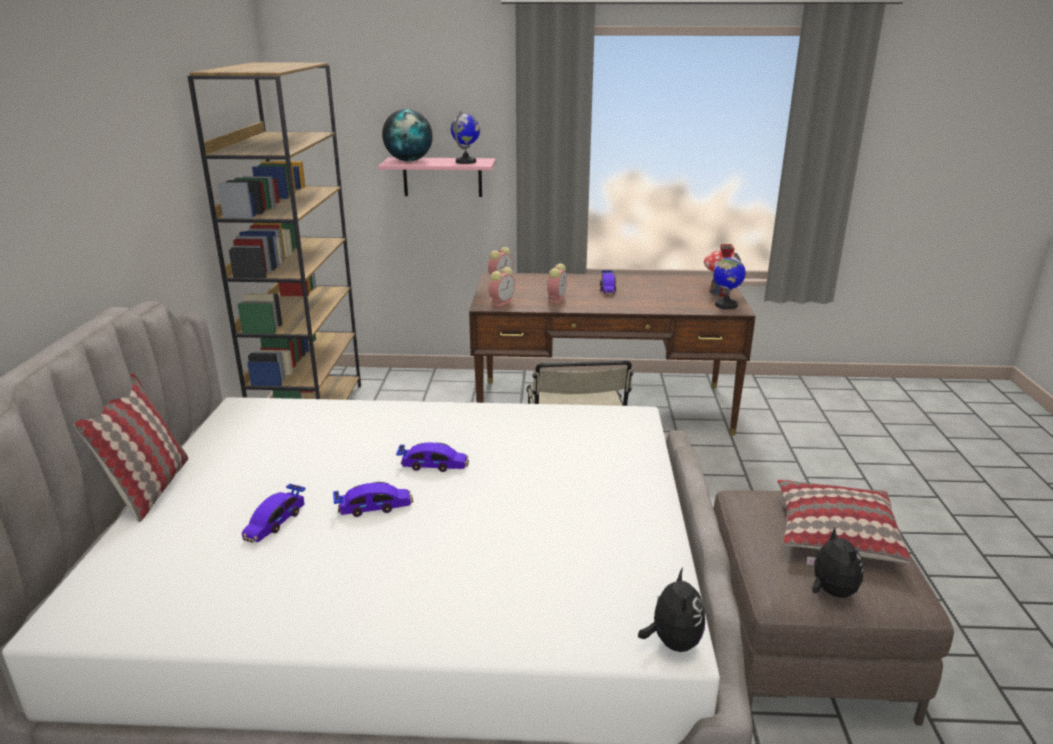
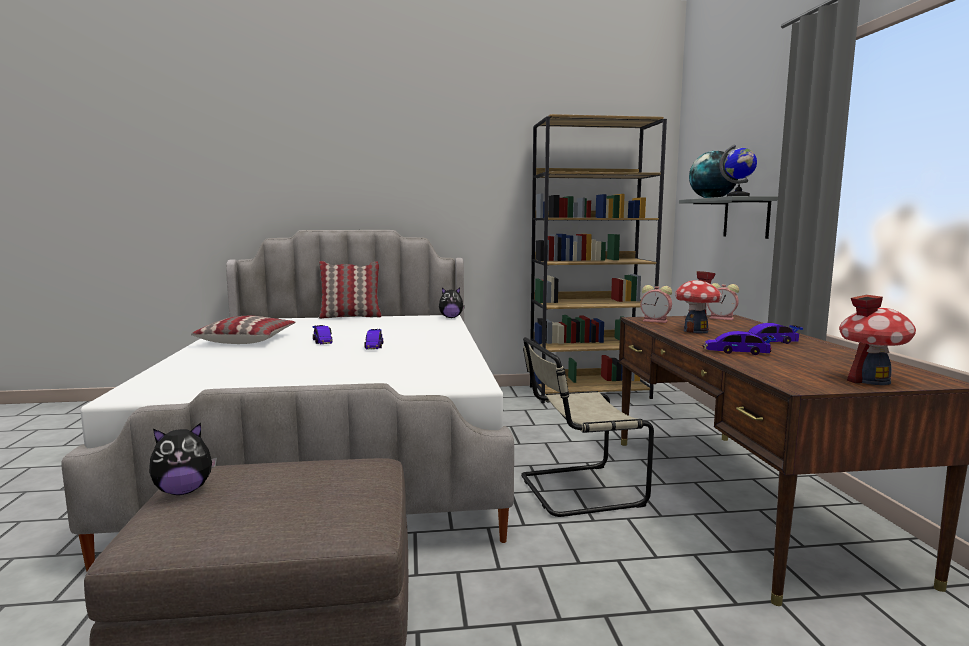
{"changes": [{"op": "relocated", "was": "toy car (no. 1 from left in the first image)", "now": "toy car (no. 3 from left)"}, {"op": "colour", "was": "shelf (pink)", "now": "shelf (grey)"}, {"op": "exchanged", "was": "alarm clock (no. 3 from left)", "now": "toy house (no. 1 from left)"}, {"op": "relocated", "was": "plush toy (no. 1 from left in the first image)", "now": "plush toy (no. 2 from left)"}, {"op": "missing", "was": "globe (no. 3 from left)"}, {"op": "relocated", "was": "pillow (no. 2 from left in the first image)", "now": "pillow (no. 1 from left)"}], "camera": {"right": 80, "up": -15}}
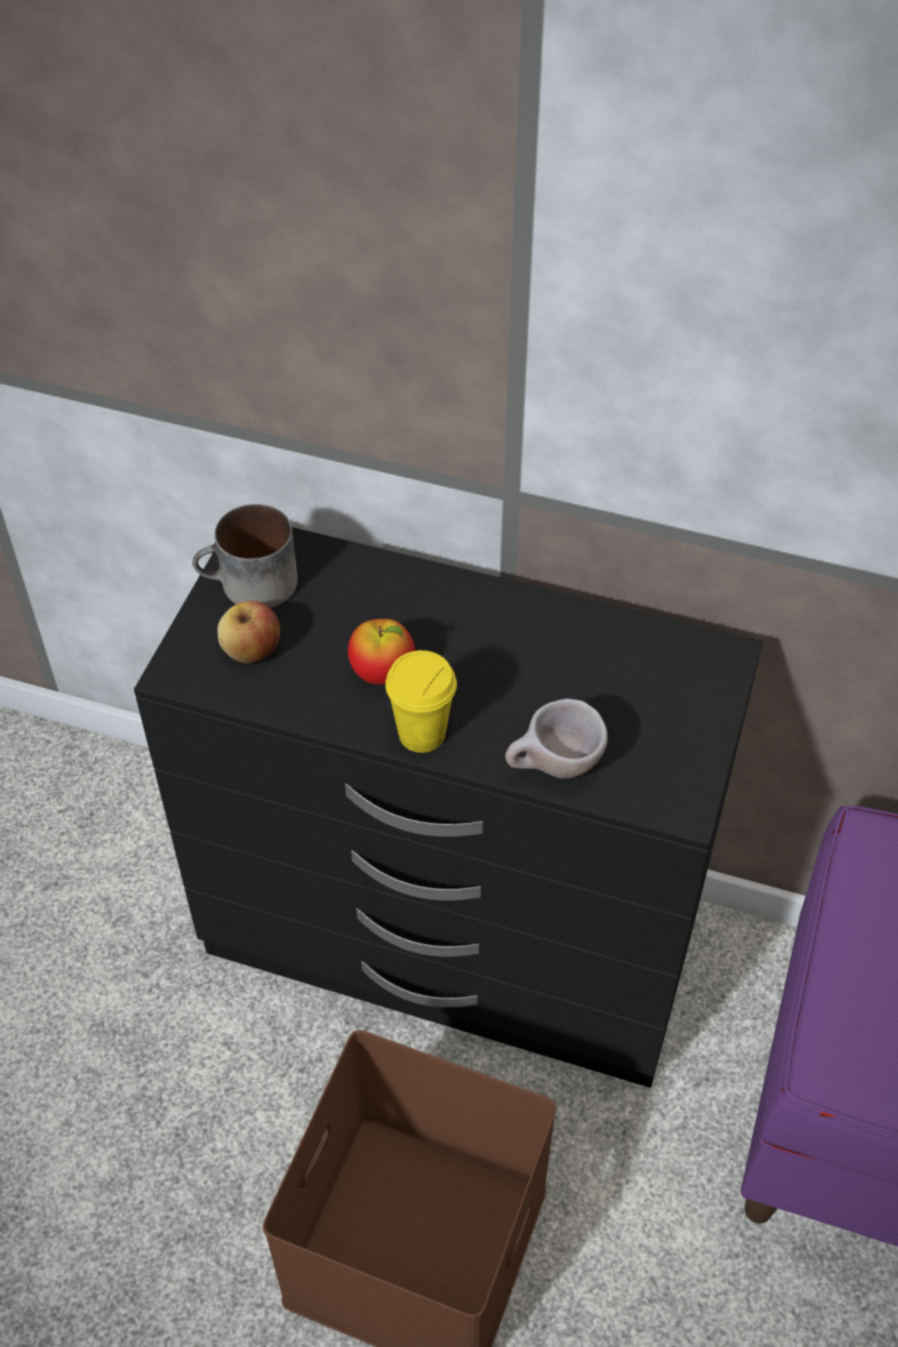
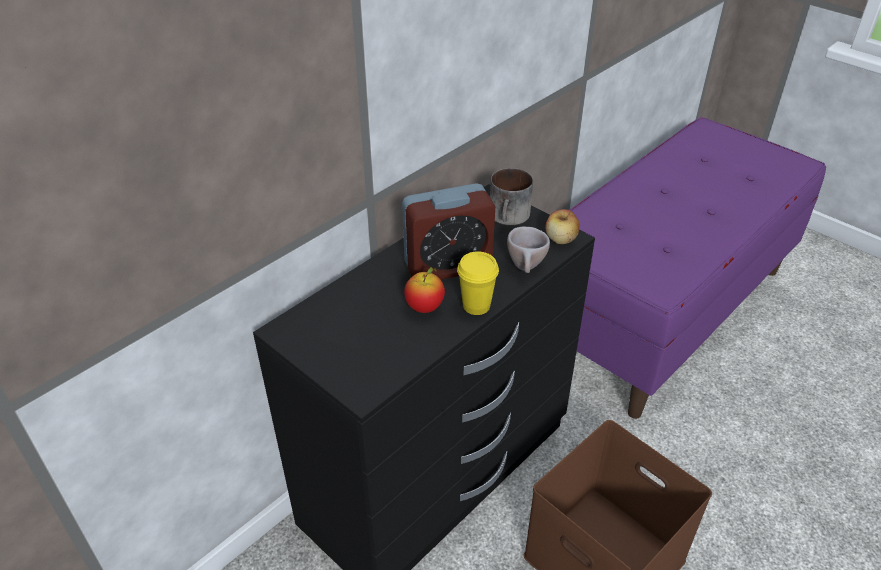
{"changes": [{"op": "relocated", "was": "mug"}, {"op": "relocated", "was": "apple (no. 1 from left in the first image)", "now": "apple (no. 2 from left)"}, {"op": "appeared", "now": "alarm clock"}], "camera": {"right": -65, "up": -10}}
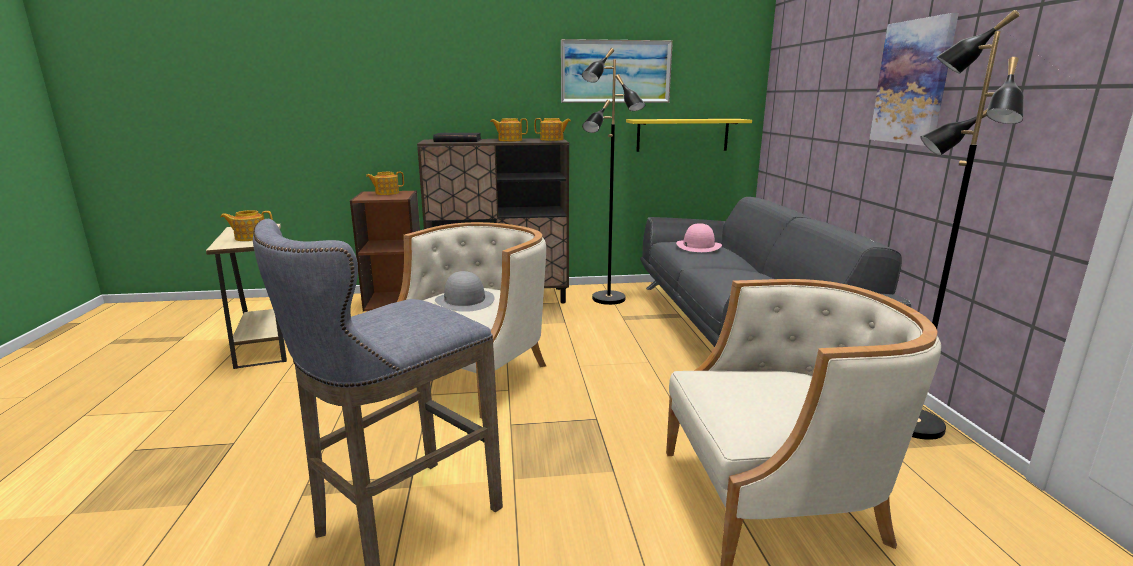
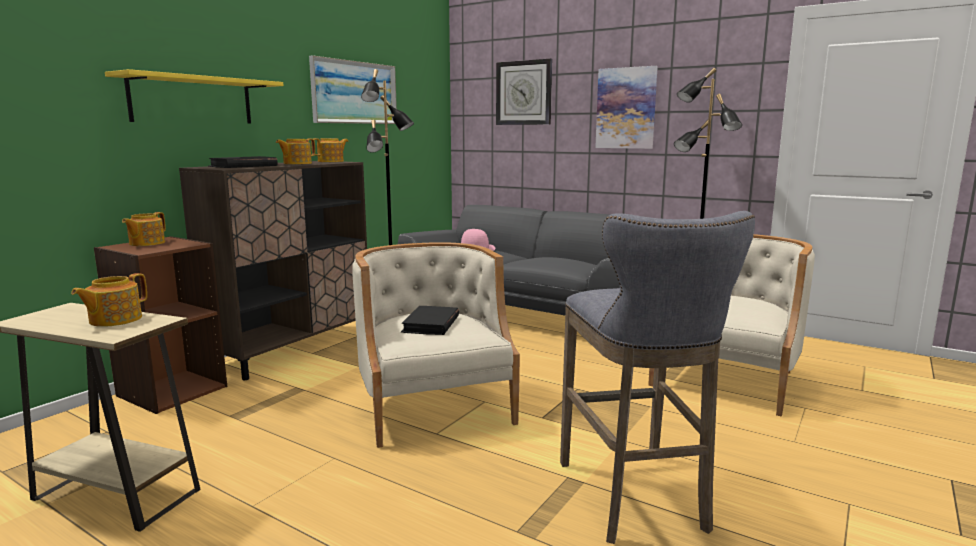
{"changes": [{"op": "exchanged", "was": "hat (grey)", "now": "book (black) (no. 2 from left)"}, {"op": "relocated", "was": "shelf (yellow)"}, {"op": "appeared", "now": "wall clock"}], "camera": {"right": -50, "up": -5}}
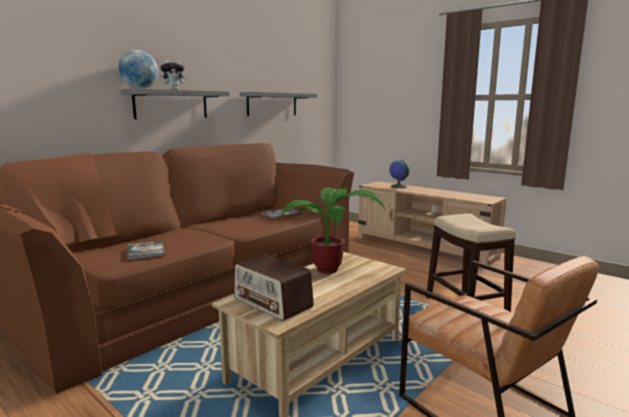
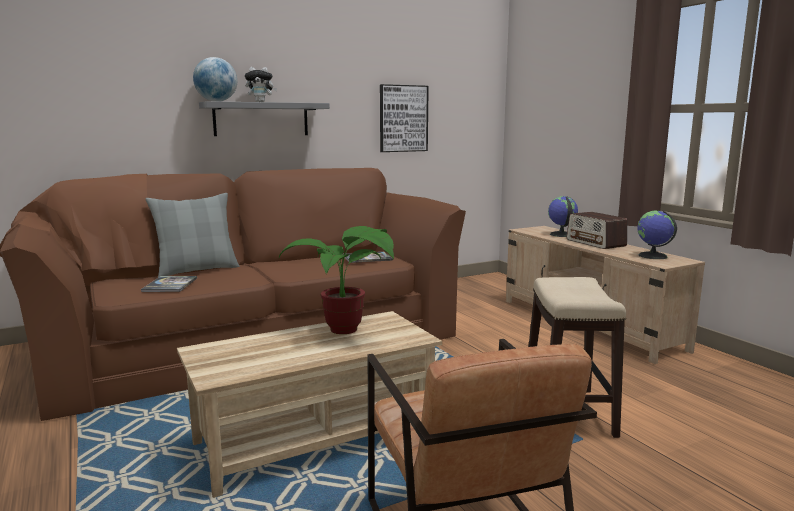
{"changes": [{"op": "relocated", "was": "radio"}, {"op": "exchanged", "was": "shelf (grey) (no. 2 from left)", "now": "picture"}, {"op": "appeared", "now": "pillow (grey)"}, {"op": "appeared", "now": "globe (no. 3 from left)"}], "camera": {"right": 20, "up": 0}}
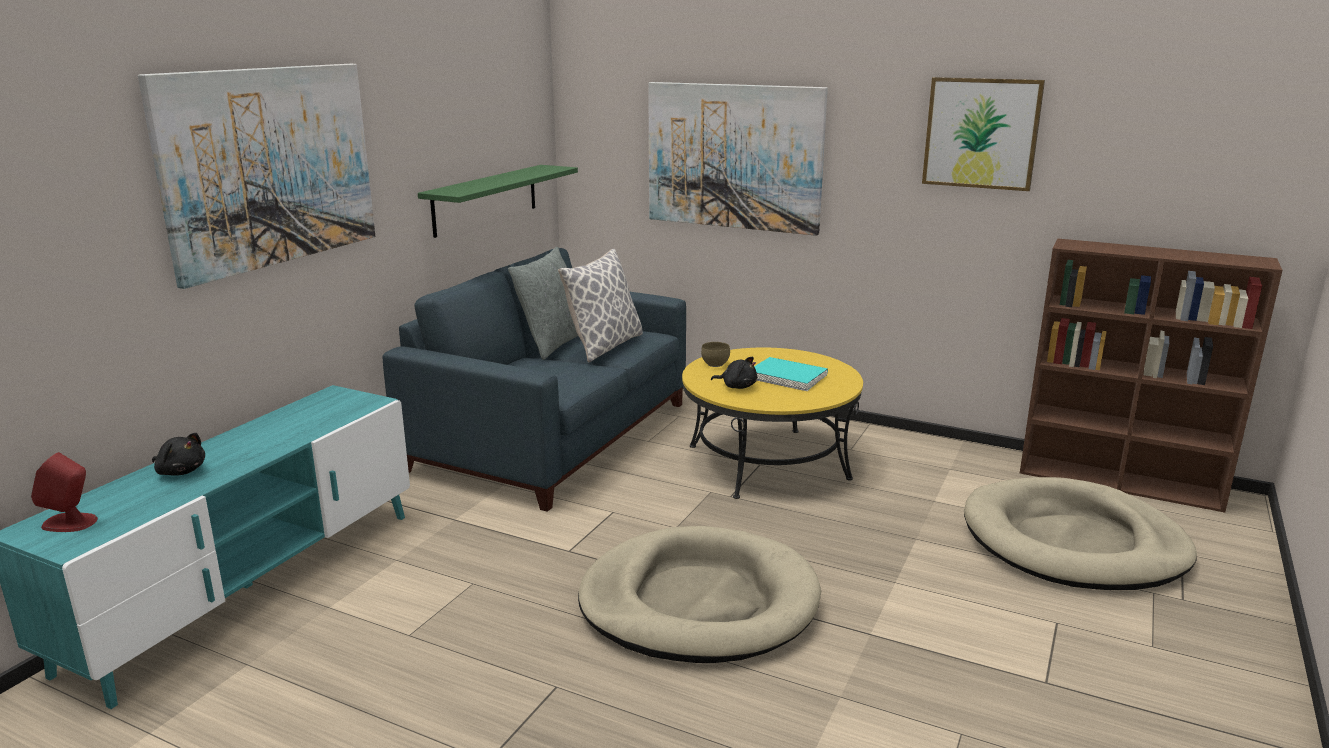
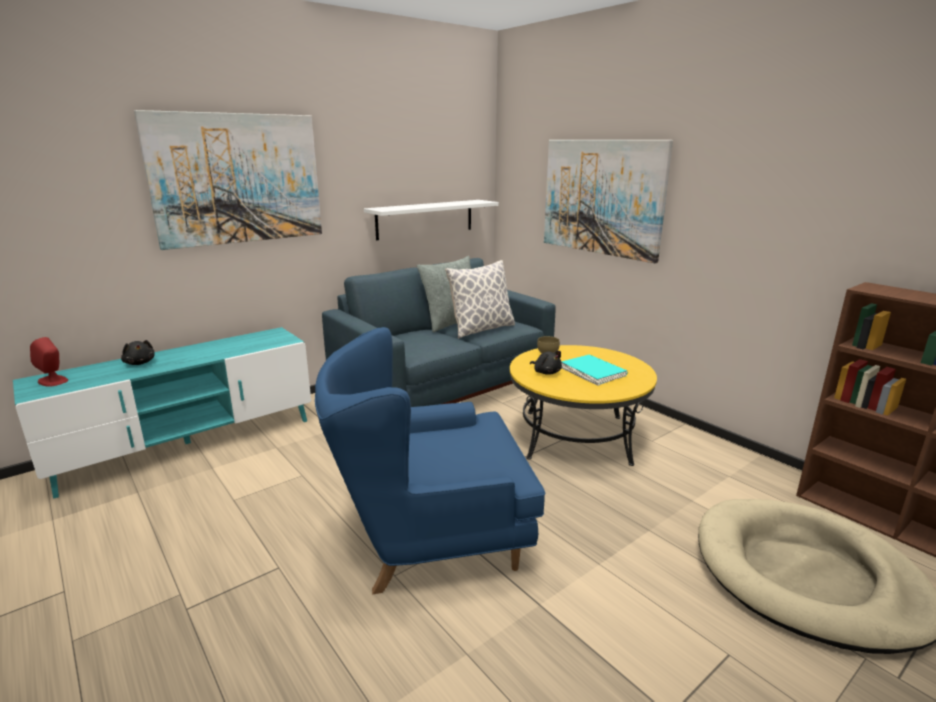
{"changes": [{"op": "colour", "was": "shelf (green)", "now": "shelf (white)"}, {"op": "exchanged", "was": "dog bed (beige) (no. 1 from left)", "now": "armchair (blue)"}, {"op": "missing", "was": "picture (no. 3 from left)"}], "camera": {"right": 25, "up": 0}}
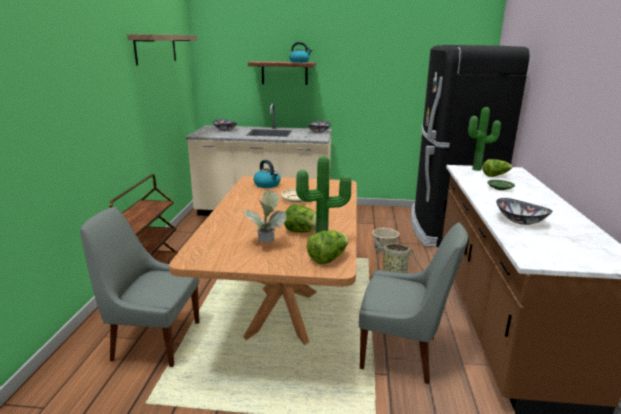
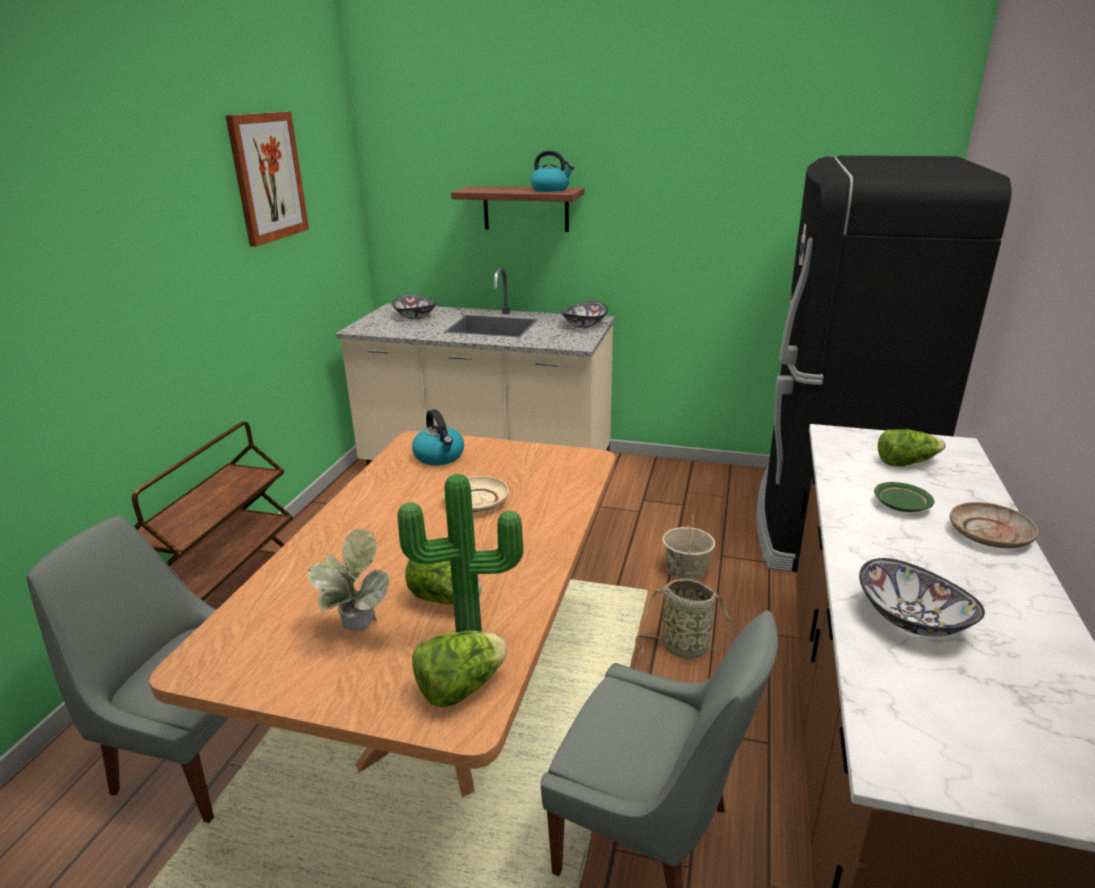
{"changes": [{"op": "exchanged", "was": "shelf (no. 1 from left)", "now": "picture"}, {"op": "missing", "was": "potted plant (no. 3 from left)"}, {"op": "appeared", "now": "plate (beige) (no. 2 from left)"}], "camera": {"right": 10, "up": 5}}
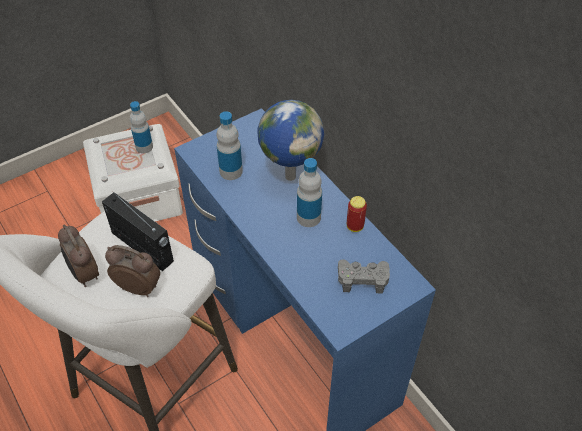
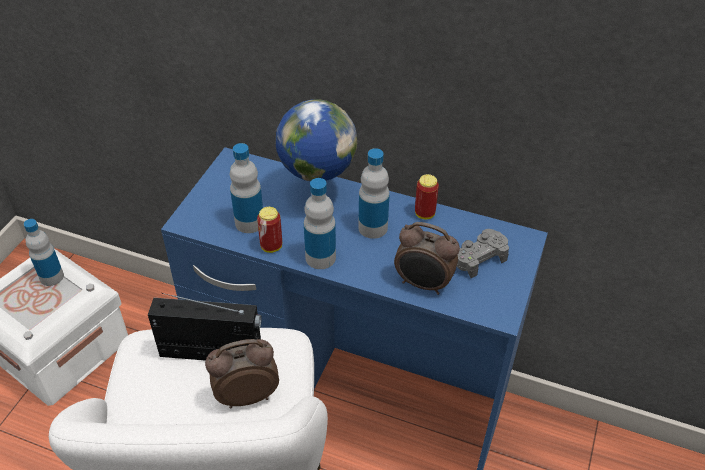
{"changes": [{"op": "relocated", "was": "alarm clock (no. 1 from left in the first image)", "now": "alarm clock (no. 2 from left)"}, {"op": "appeared", "now": "can (no. 1 from left)"}, {"op": "appeared", "now": "bottle (no. 3 from left)"}], "camera": {"right": -35, "up": -5}}
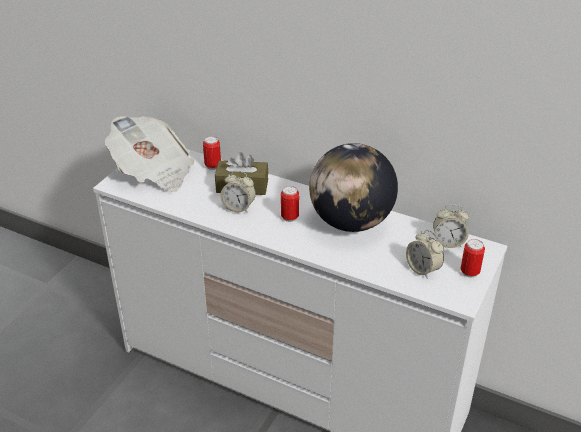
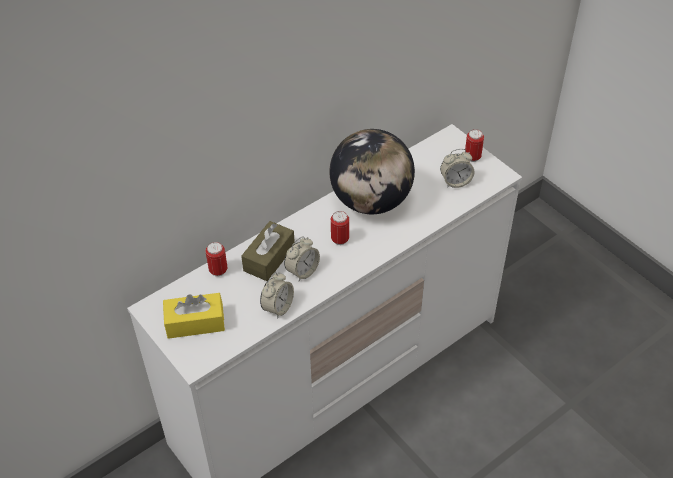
{"changes": [{"op": "exchanged", "was": "newspaper", "now": "tissue box (yellow)"}, {"op": "relocated", "was": "alarm clock (no. 3 from left in the first image)", "now": "alarm clock (no. 1 from left)"}], "camera": {"right": -65, "up": 10}}
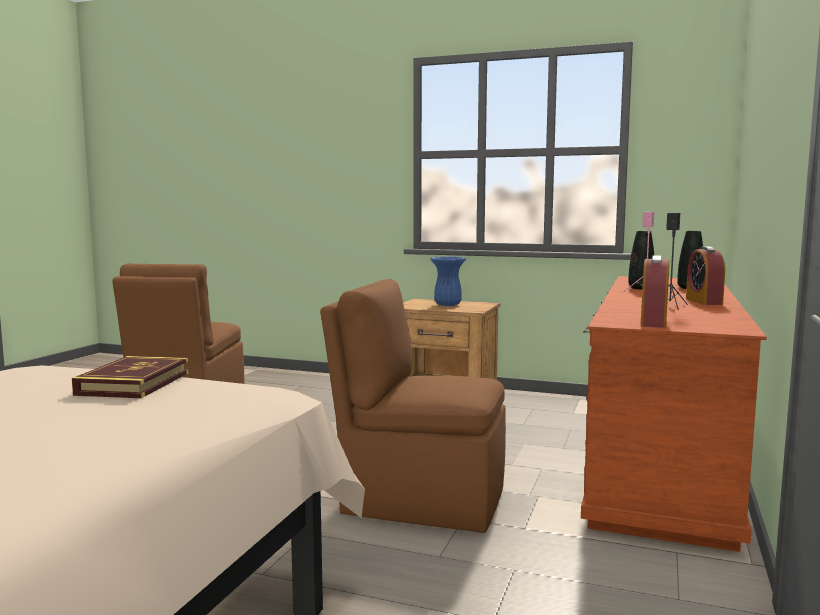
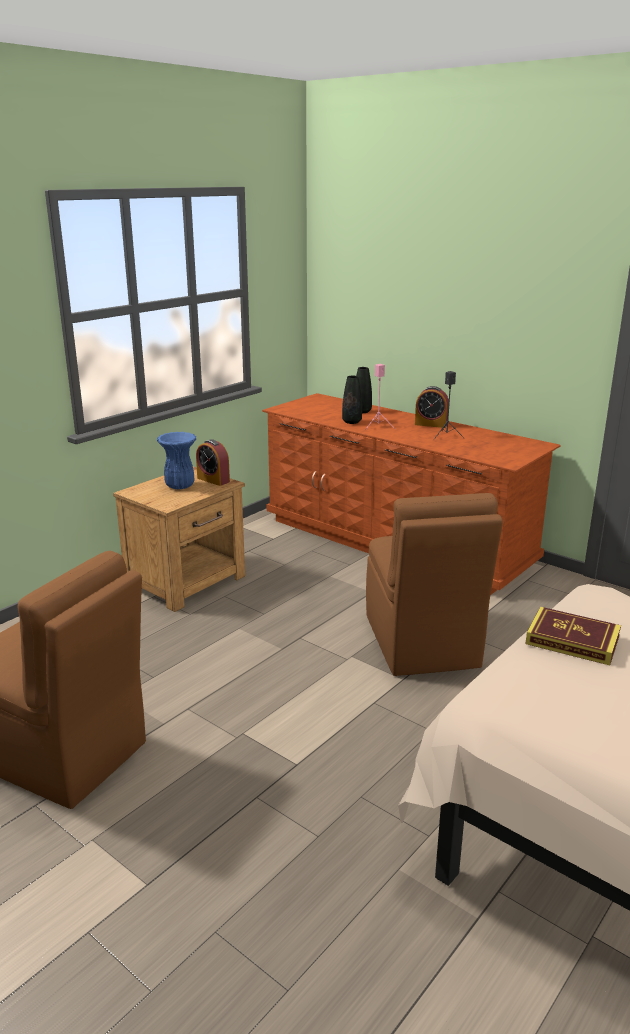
{"changes": [{"op": "spun", "was": "chair (brown) (no. 2 from left)", "clockwise": -45}, {"op": "relocated", "was": "alarm clock (no. 1 from left)"}], "camera": {"right": -70, "up": 15}}
